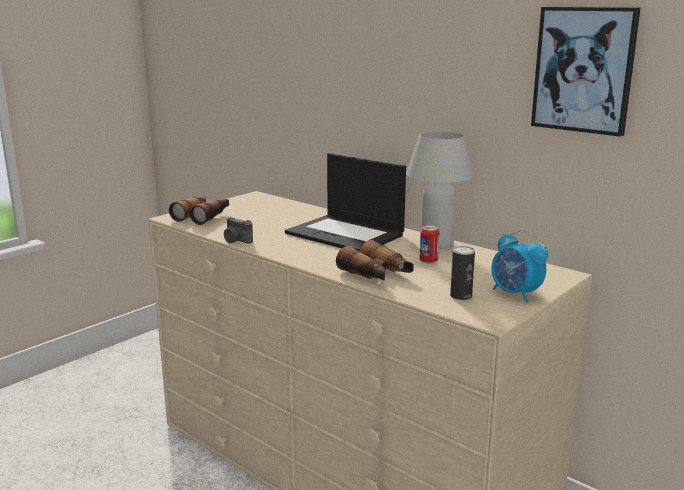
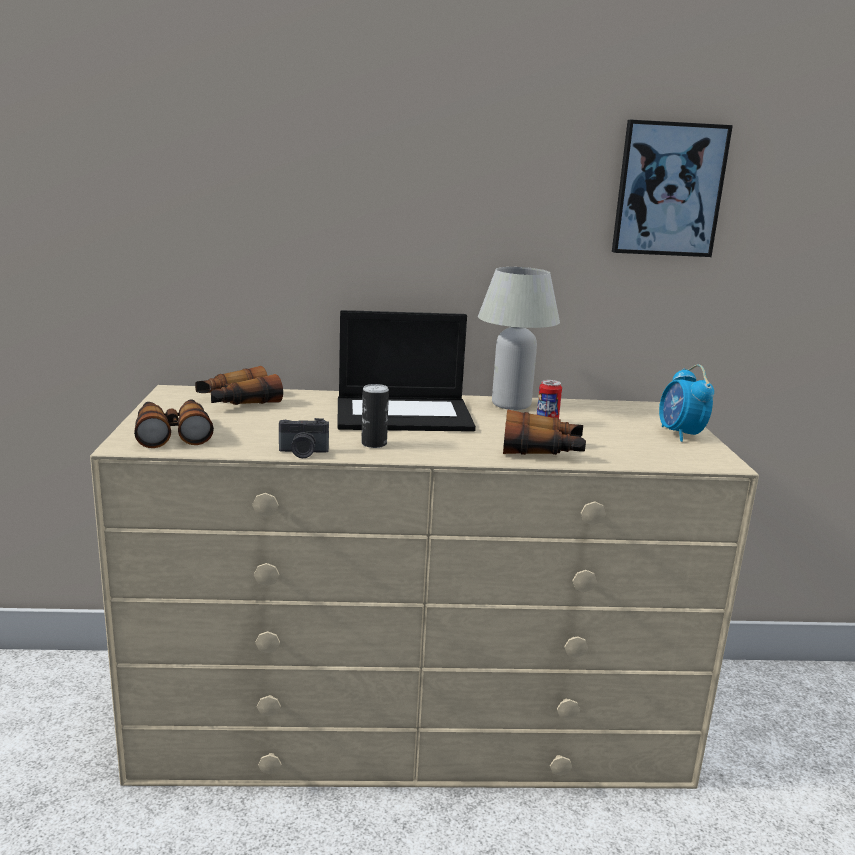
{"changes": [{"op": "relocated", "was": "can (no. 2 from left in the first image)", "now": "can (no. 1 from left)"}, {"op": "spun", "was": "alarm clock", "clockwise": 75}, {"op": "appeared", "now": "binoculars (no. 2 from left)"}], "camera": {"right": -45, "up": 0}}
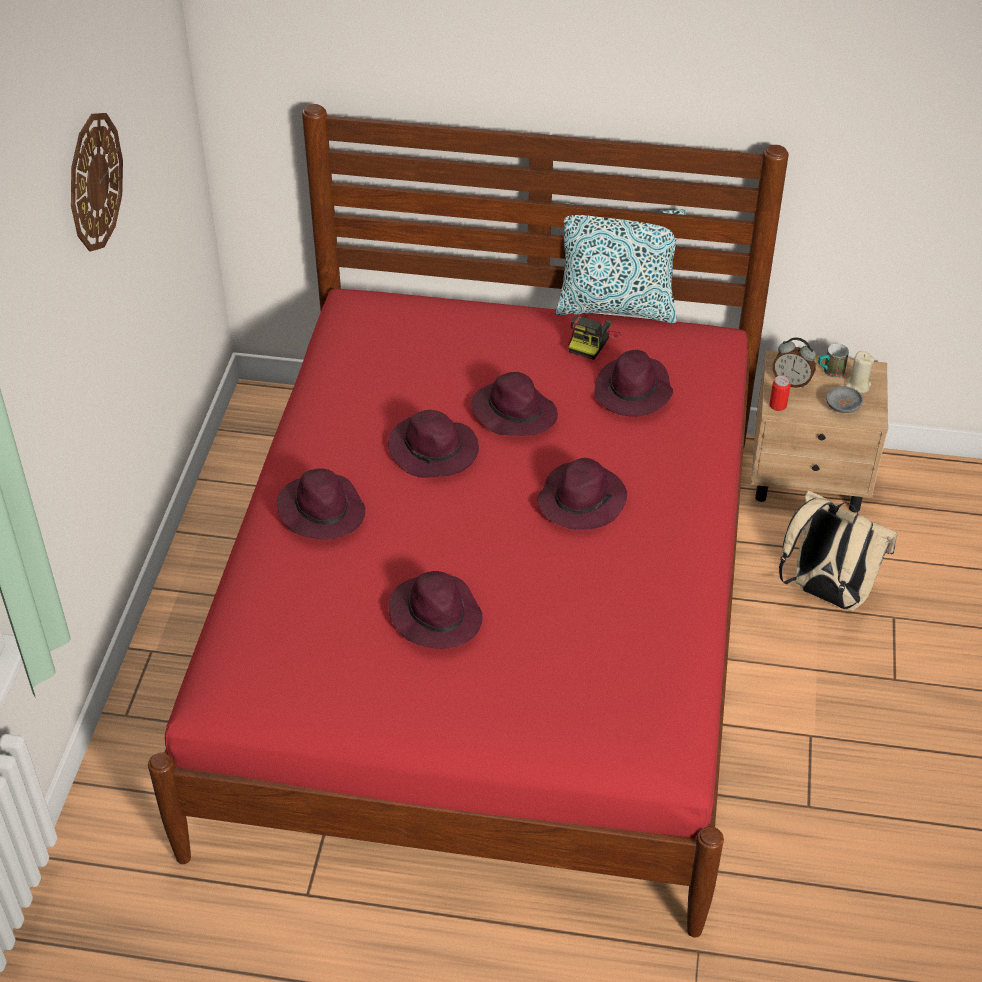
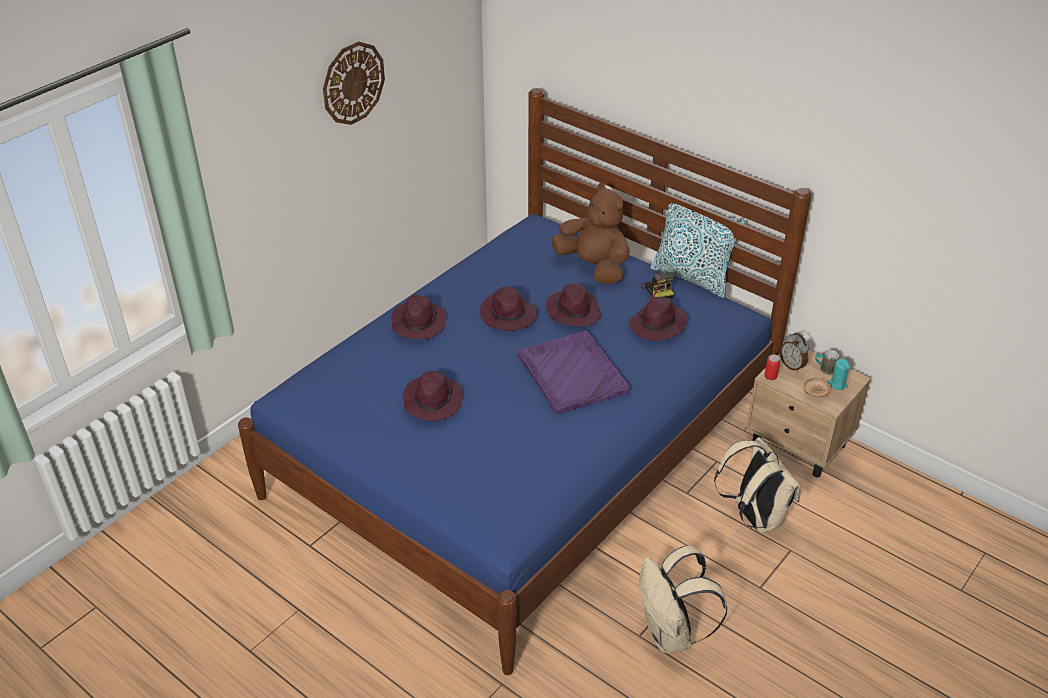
{"changes": [{"op": "colour", "was": "bed (red)", "now": "bed (blue)"}, {"op": "exchanged", "was": "hat (purple) (no. 5 from left)", "now": "tray (purple)"}, {"op": "spun", "was": "photo camera", "clockwise": -75}, {"op": "colour", "was": "bowl (grey)", "now": "bowl (brown)"}, {"op": "colour", "was": "candle (beige)", "now": "candle (turquoise)"}, {"op": "appeared", "now": "plush toy (brown)"}, {"op": "appeared", "now": "backpack (beige) (no. 1 from left)"}], "camera": {"right": 30, "up": -5}}
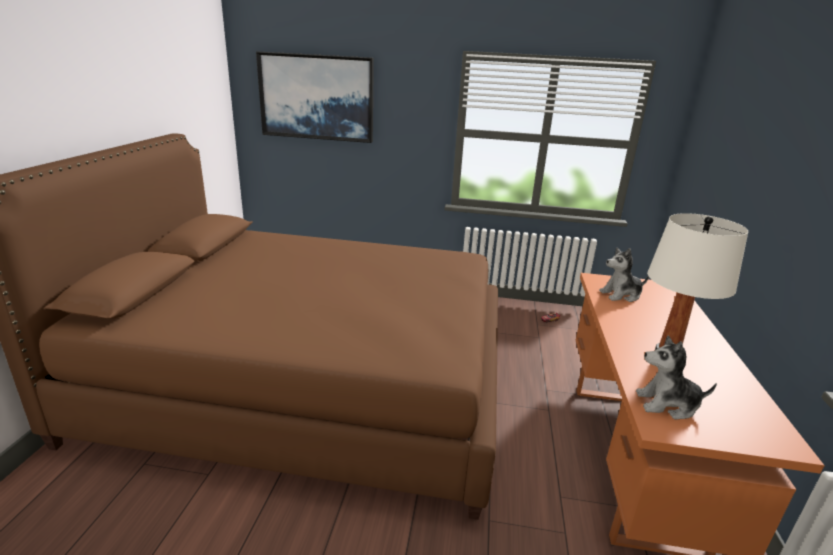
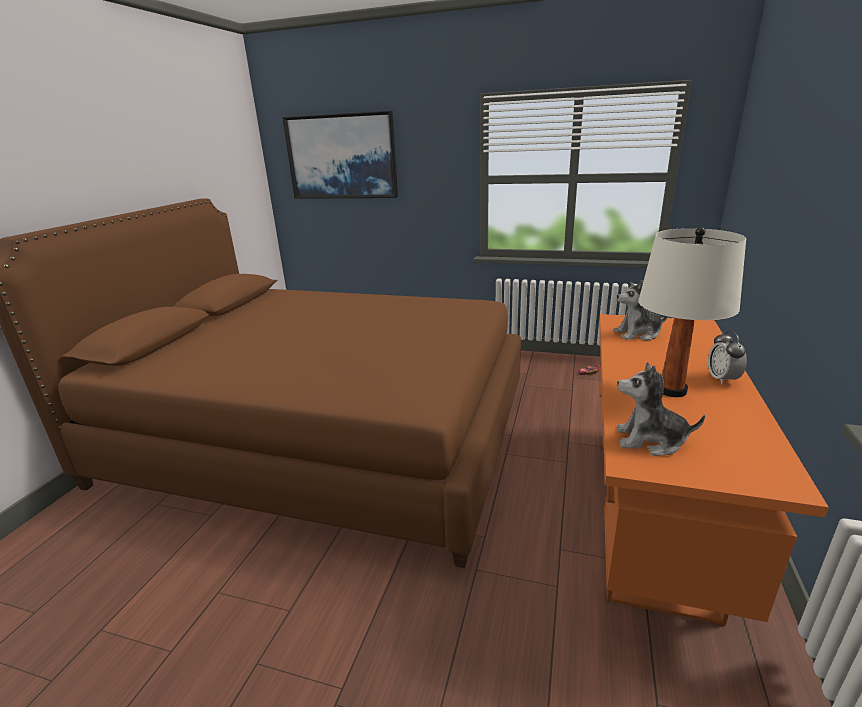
{"changes": [{"op": "appeared", "now": "alarm clock"}], "camera": {"right": 10, "up": 0}}
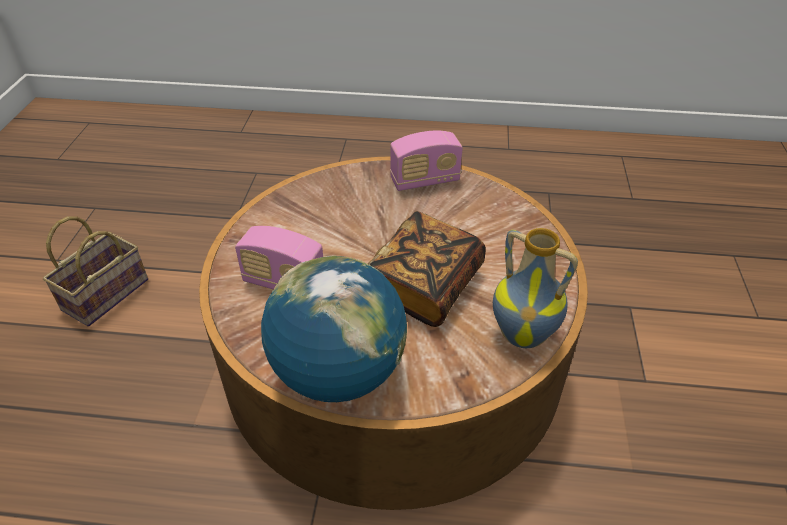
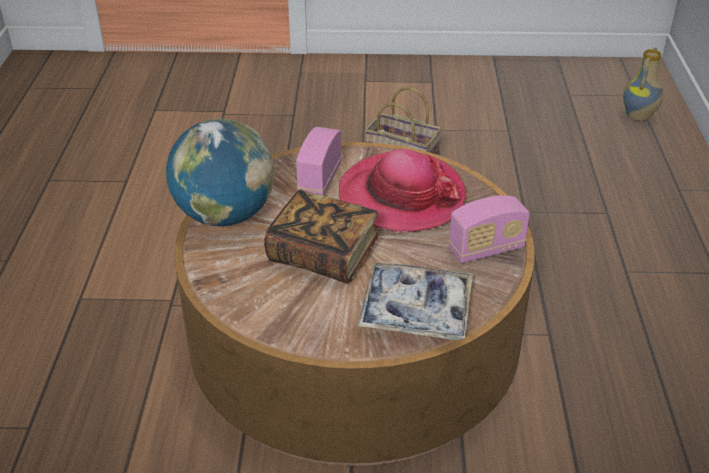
{"changes": [{"op": "spun", "was": "radio (no. 2 from left)", "clockwise": -90}, {"op": "relocated", "was": "vase"}, {"op": "appeared", "now": "hat"}, {"op": "appeared", "now": "tray"}], "camera": {"right": 85, "up": -5}}
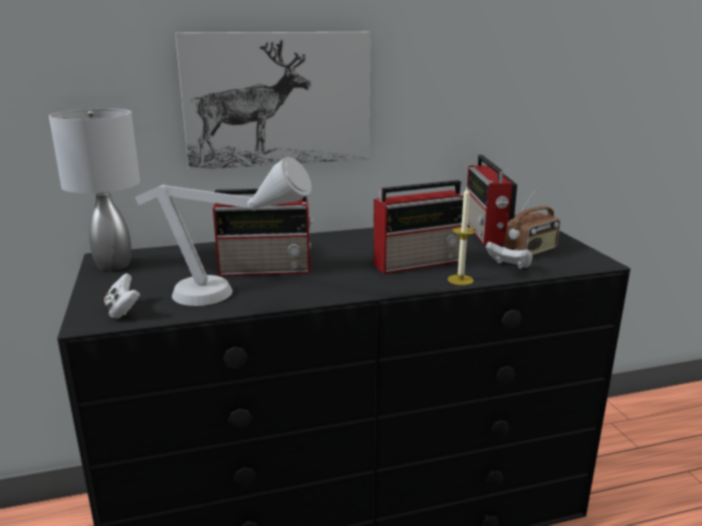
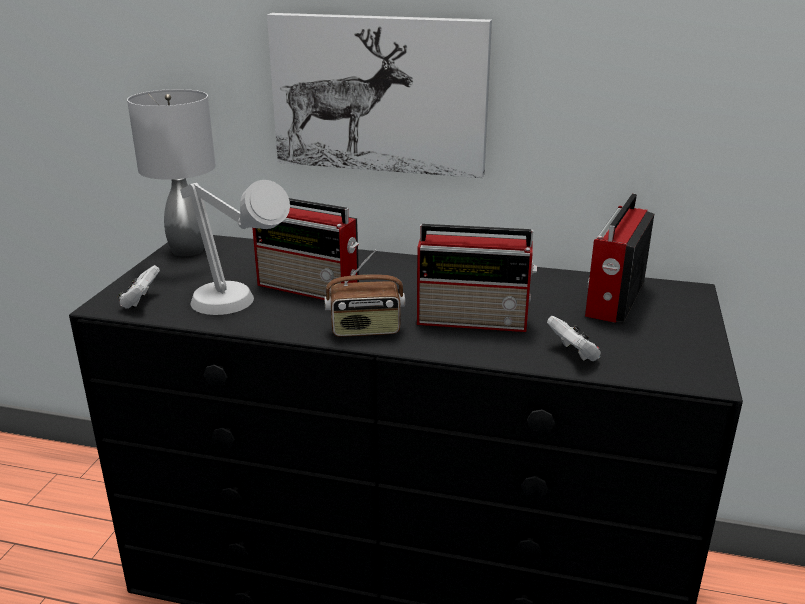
{"changes": [{"op": "missing", "was": "candle"}, {"op": "relocated", "was": "radio (no. 4 from left in the first image)", "now": "radio (no. 2 from left)"}], "camera": {"right": 30, "up": 5}}
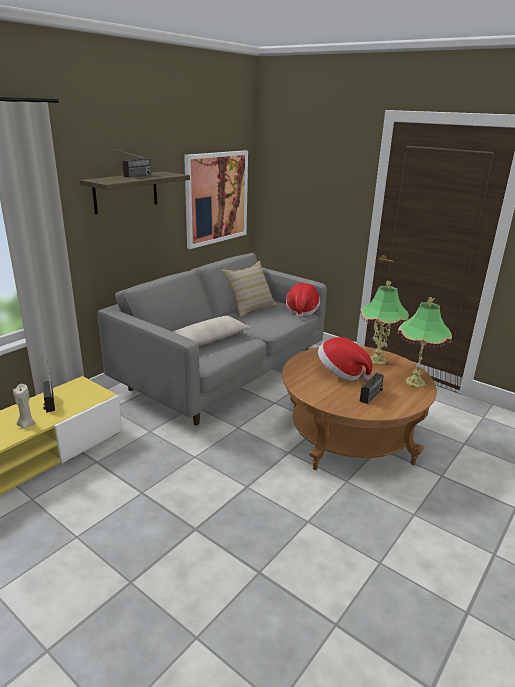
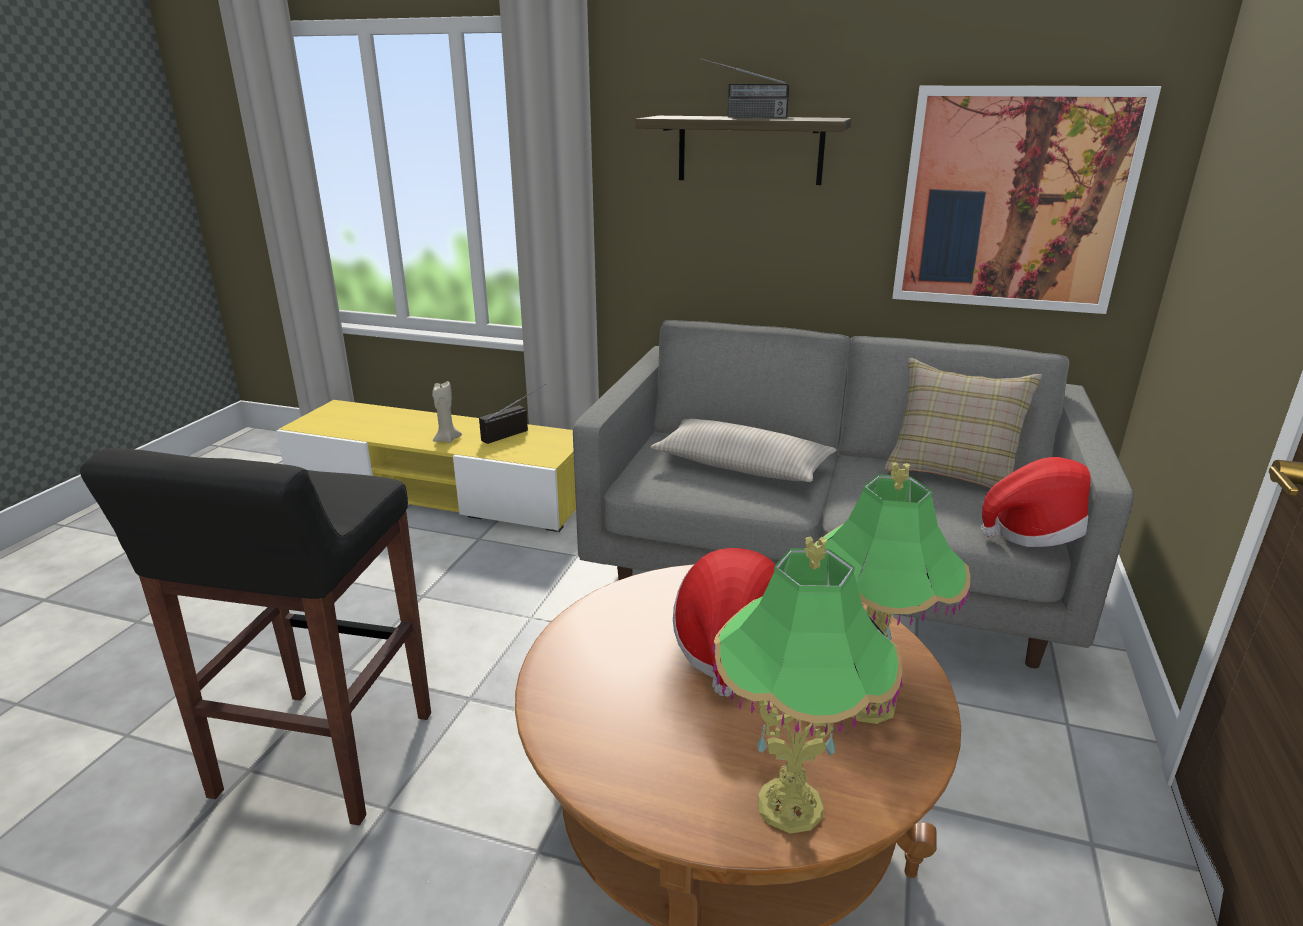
{"changes": [{"op": "missing", "was": "radio (no. 3 from left)"}, {"op": "appeared", "now": "stool (black)"}], "camera": {"right": 70, "up": 0}}
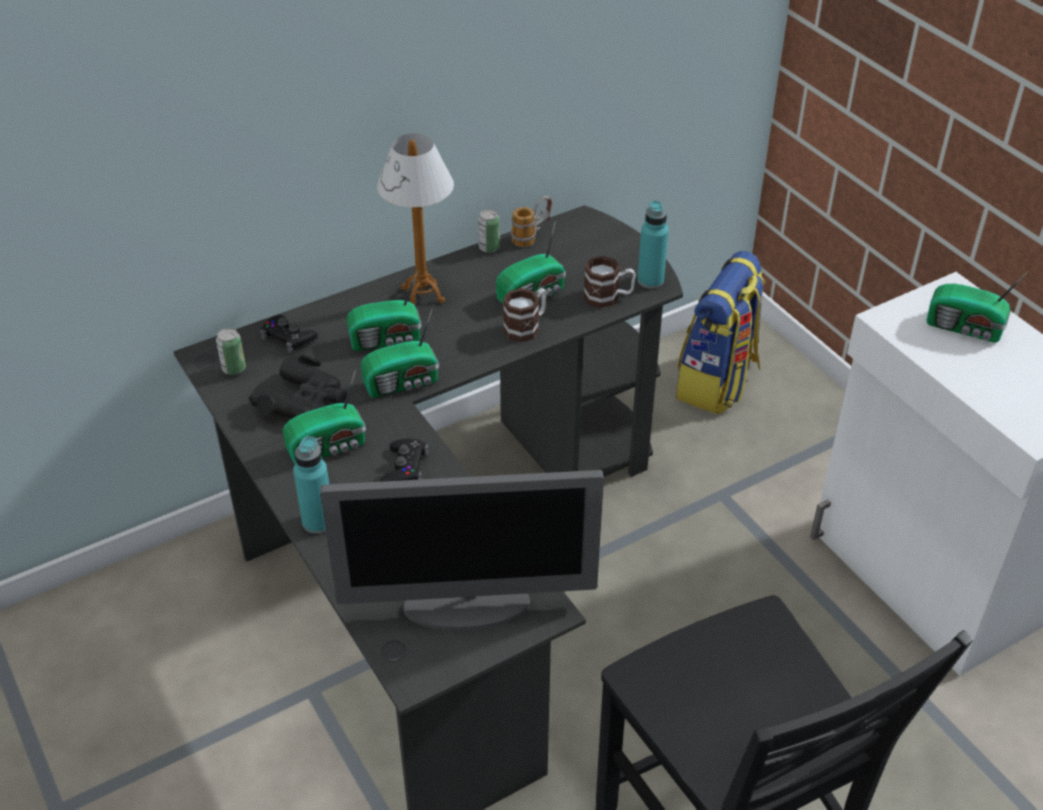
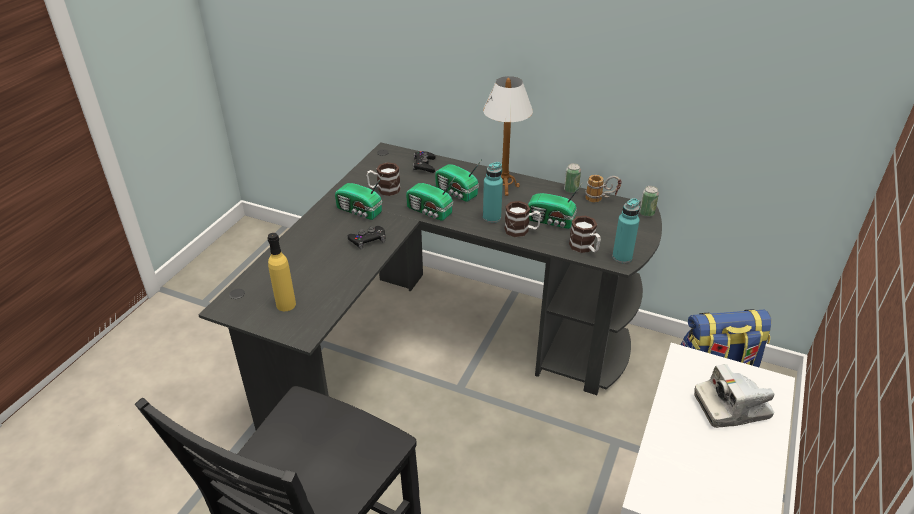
{"changes": [{"op": "relocated", "was": "can (no. 1 from left in the first image)", "now": "can (no. 2 from left)"}, {"op": "exchanged", "was": "binoculars (black)", "now": "mug (no. 1 from left)"}, {"op": "relocated", "was": "bottle (turquoise) (no. 1 from left)"}, {"op": "exchanged", "was": "monitor", "now": "bottle (yellow)"}, {"op": "exchanged", "was": "radio (no. 5 from left)", "now": "photo camera"}], "camera": {"right": 55, "up": -5}}
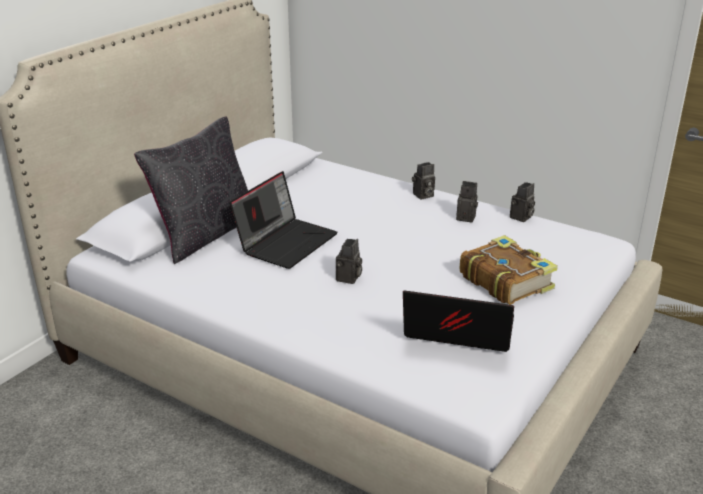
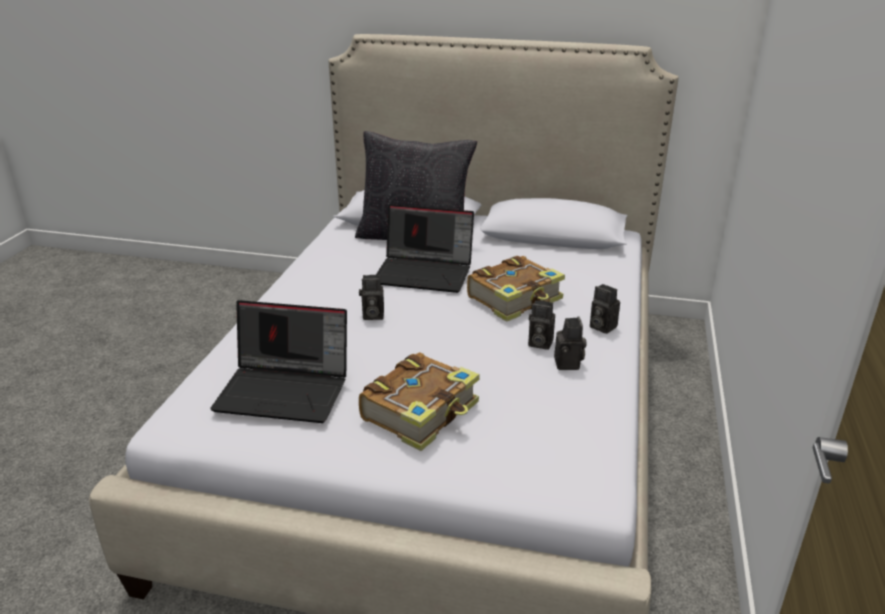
{"changes": [{"op": "spun", "was": "laptop (no. 2 from left in the first image)", "clockwise": 105}, {"op": "relocated", "was": "photo camera (no. 4 from left in the first image)", "now": "photo camera (no. 2 from left)"}, {"op": "appeared", "now": "book (no. 2 from left)"}], "camera": {"right": 70, "up": 0}}
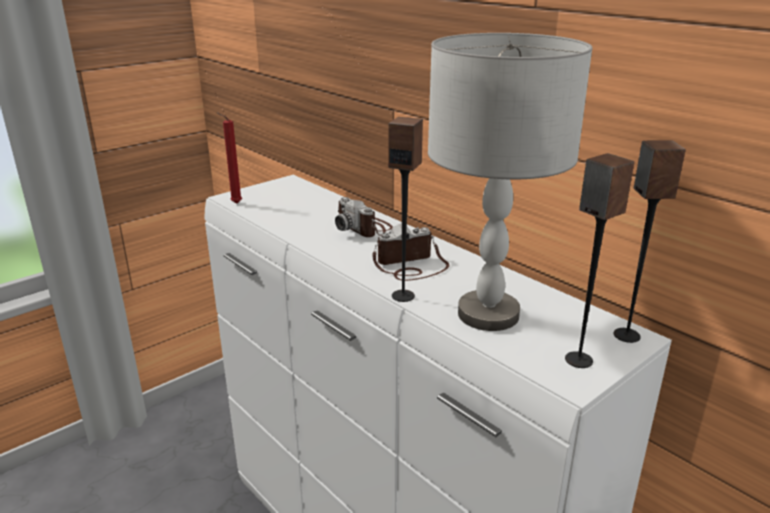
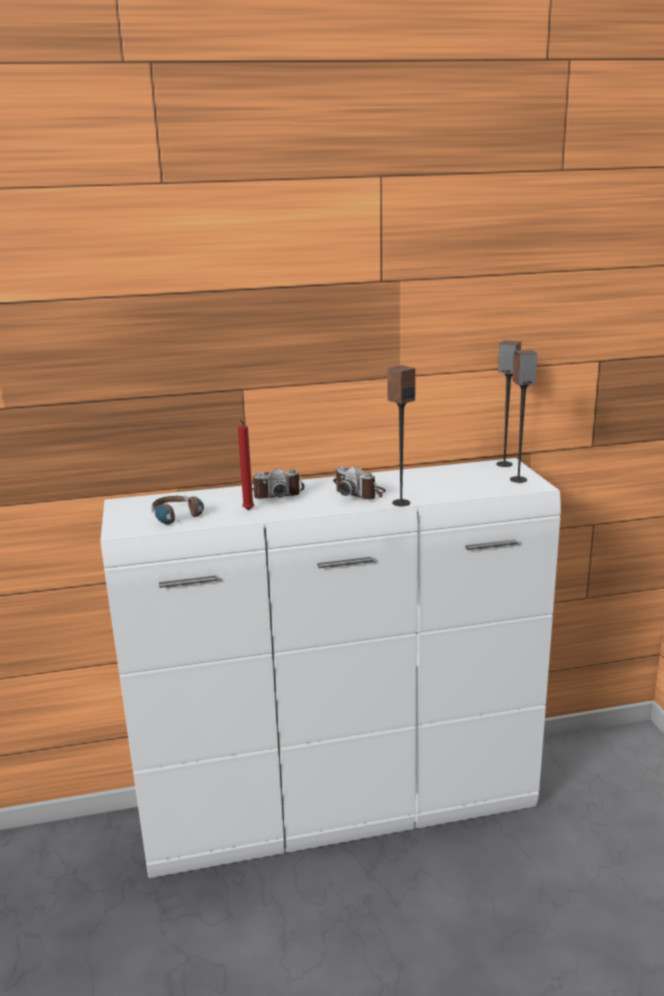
{"changes": [{"op": "relocated", "was": "candle (red)"}, {"op": "spun", "was": "photo camera (no. 2 from left)", "clockwise": -60}, {"op": "missing", "was": "table lamp (grey)"}, {"op": "appeared", "now": "headphones"}], "camera": {"right": -60, "up": -5}}
